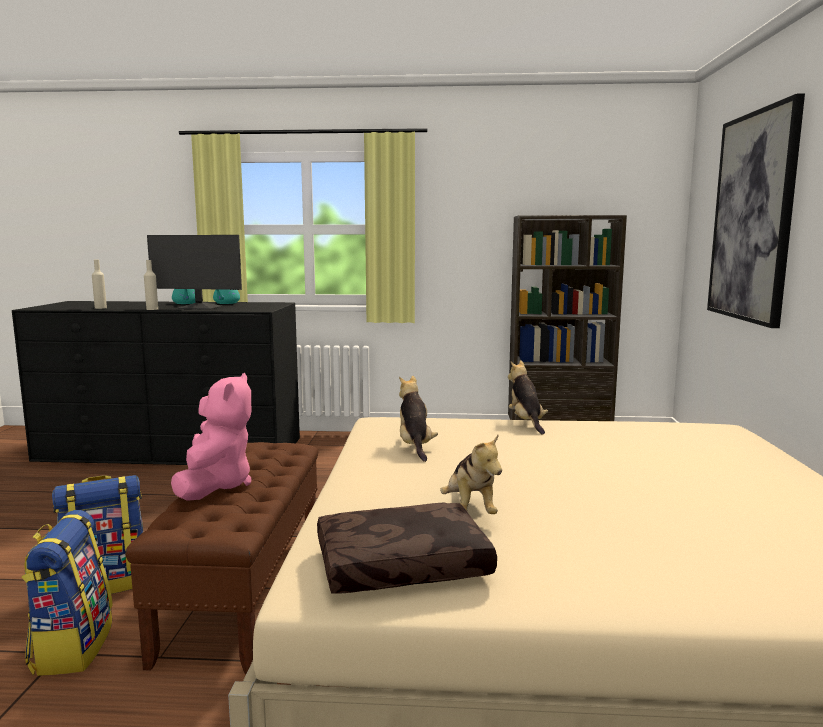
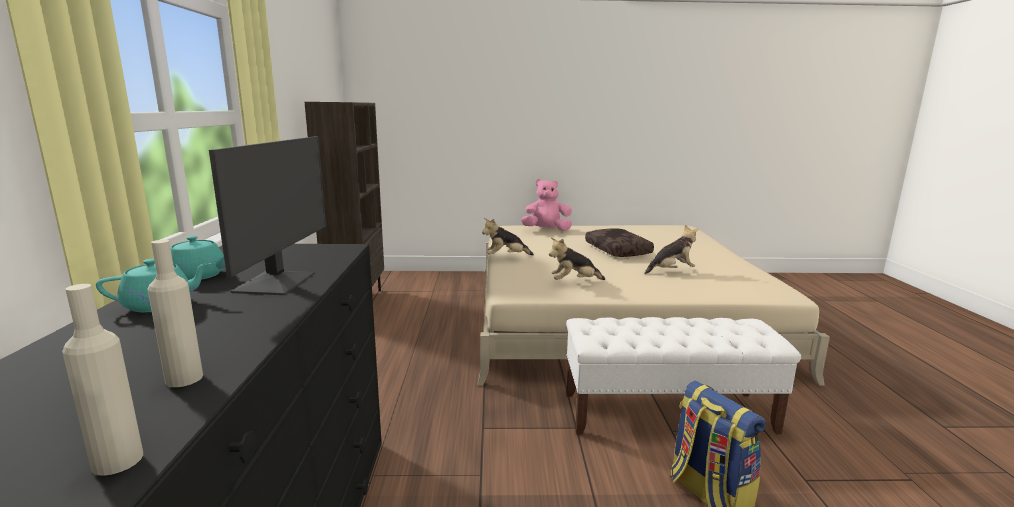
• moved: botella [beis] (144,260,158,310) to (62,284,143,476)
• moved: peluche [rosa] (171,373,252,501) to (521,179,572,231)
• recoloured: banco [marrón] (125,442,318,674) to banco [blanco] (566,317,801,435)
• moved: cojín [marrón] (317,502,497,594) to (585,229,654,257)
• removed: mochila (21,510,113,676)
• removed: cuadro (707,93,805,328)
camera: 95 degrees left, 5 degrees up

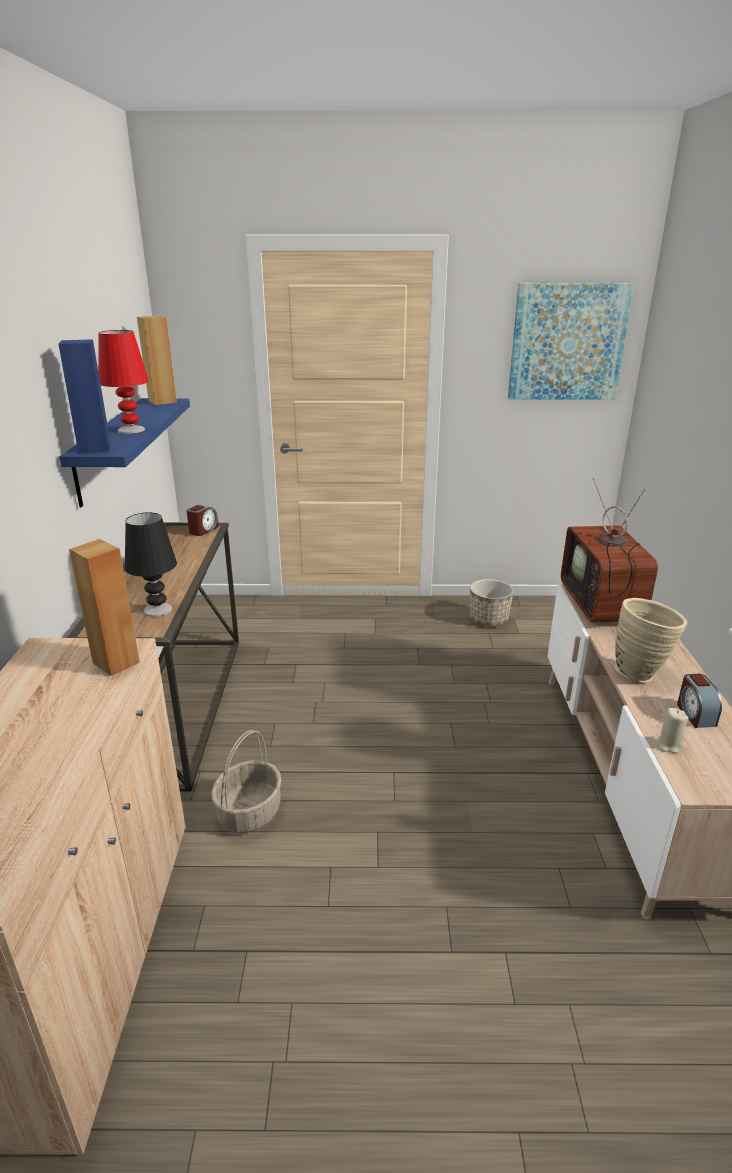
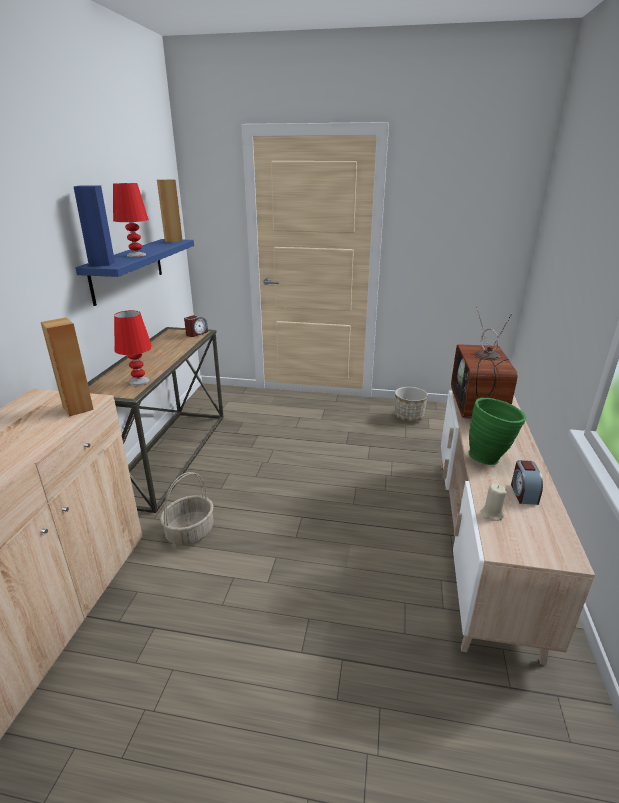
• recoloured: lámpara de mesa [negro] (125,512,177,617) to lámpara de mesa [rojo] (114,310,152,385)
• recoloured: florero [beis] (614,598,687,682) to florero [verde] (468,398,526,465)
• removed: cuadro (508,283,634,400)
camera: 10 degrees right, 0 degrees up

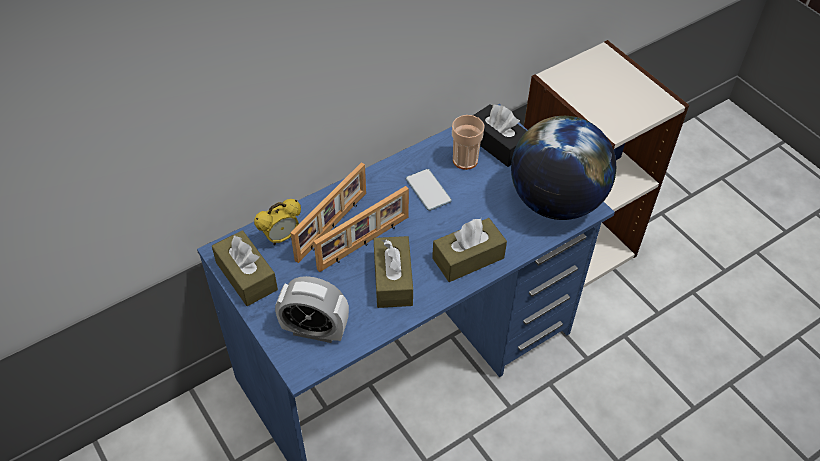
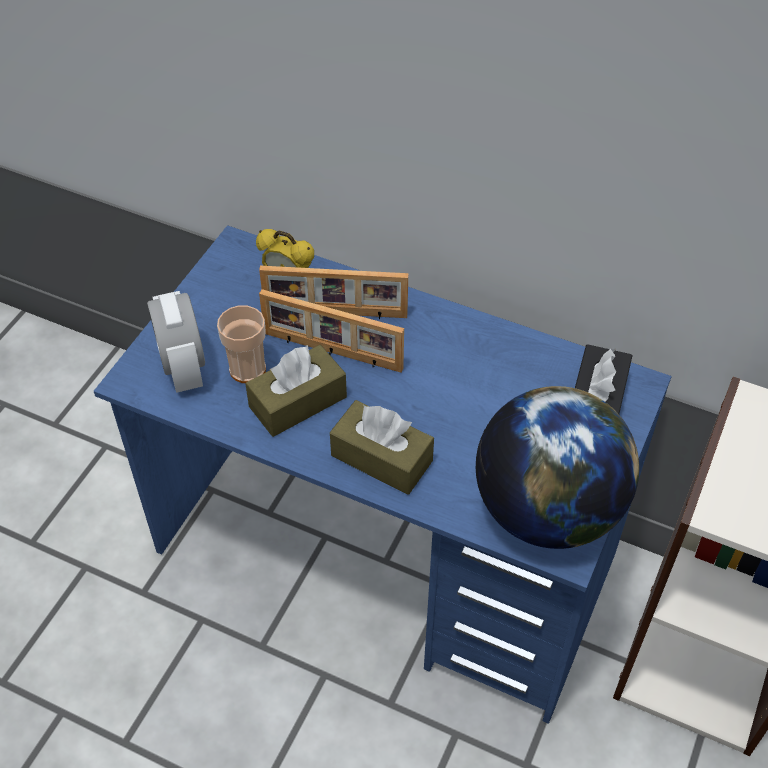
• moved: taza (452,115,485,170) to (217,306,266,383)
• removed: caja de pañuelos [marrón] (212,230,278,306)
• removed: móvil (406,169,452,211)
camera: 60 degrees right, 0 degrees up

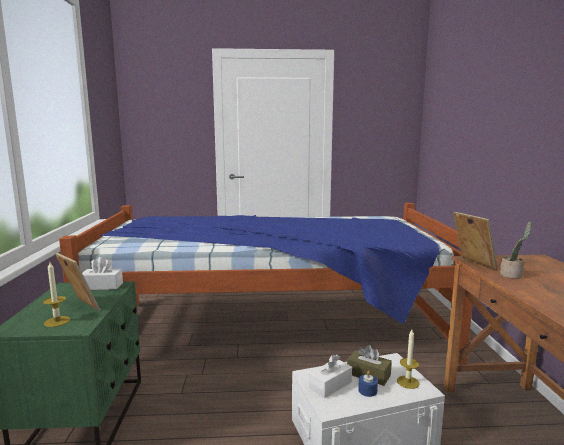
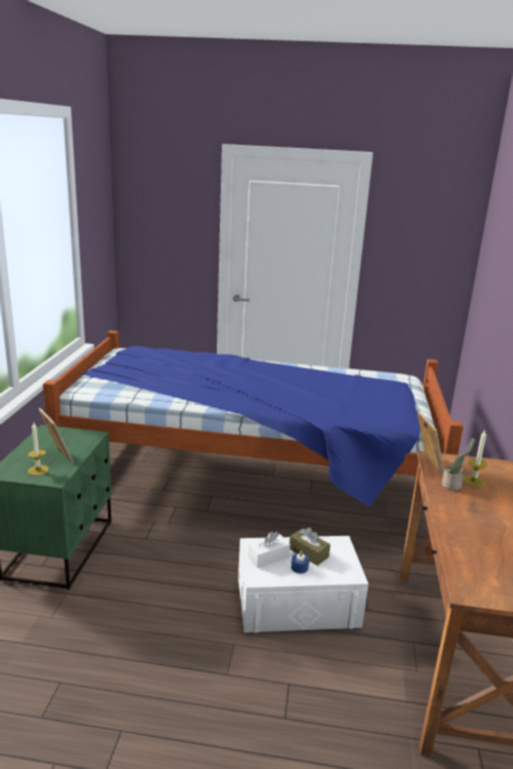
• moved: vela (397,329,420,389) to (463,431,488,487)
• removed: caja de pañuelos [blanco] (82,257,123,290)
camera: 10 degrees right, 10 degrees up

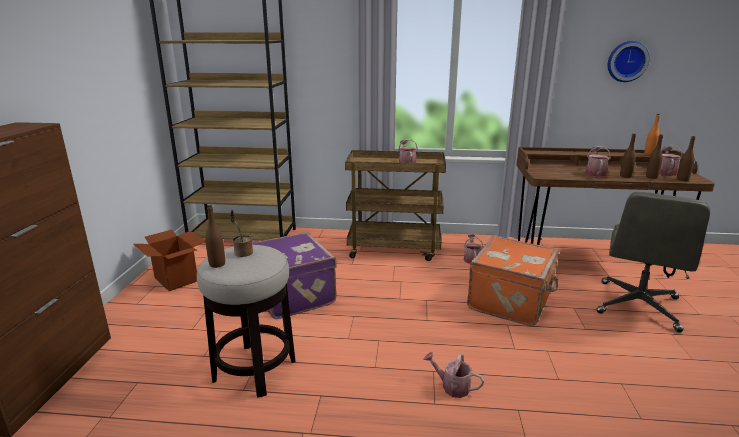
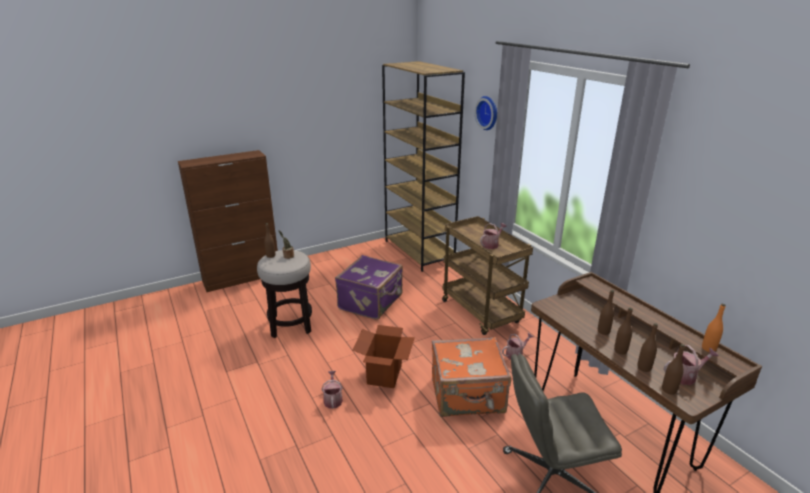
• moved: caja de cartón (133,230,205,291) to (353,325,415,388)
• moved: reloj de pared (608,41,650,82) to (475,96,497,130)
• replaced: regadera (585,146,611,177) to botella [marrón] (598,290,614,335)
camera: 55 degrees right, 5 degrees up

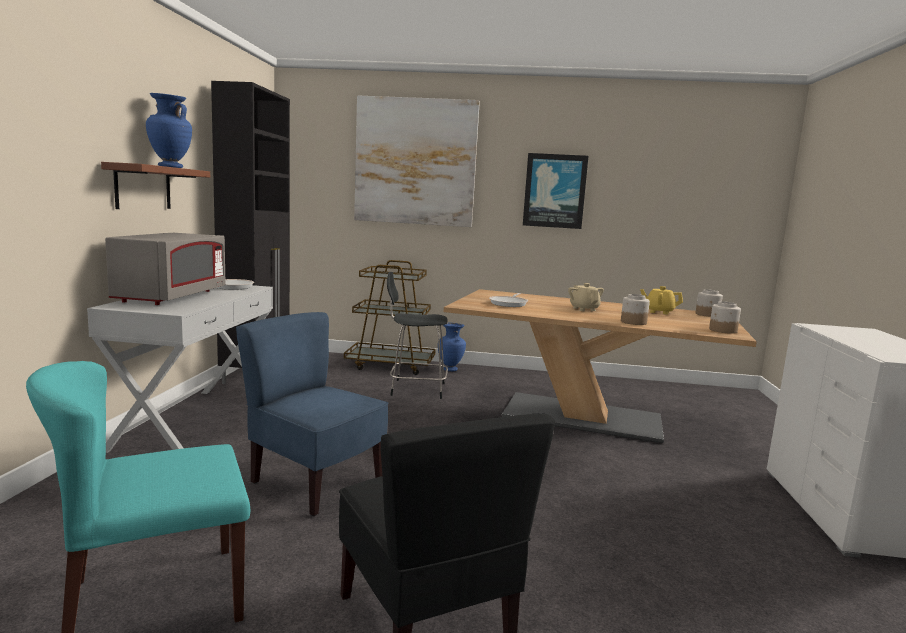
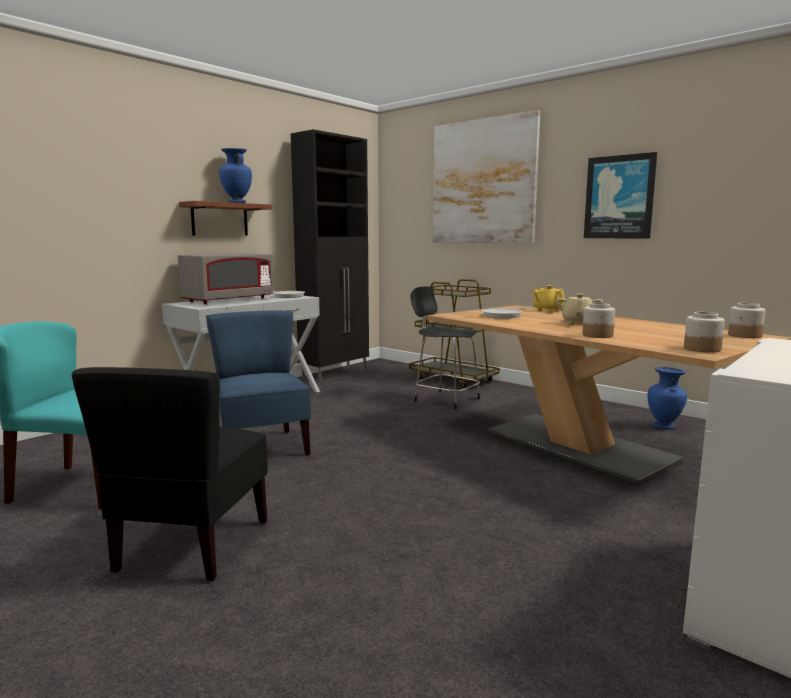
• moved: tetera [amarillo] (640,286,683,315) to (533,285,565,312)
• moved: florero [azul] (438,322,466,371) to (647,367,687,429)
camera: 35 degrees right, 0 degrees up

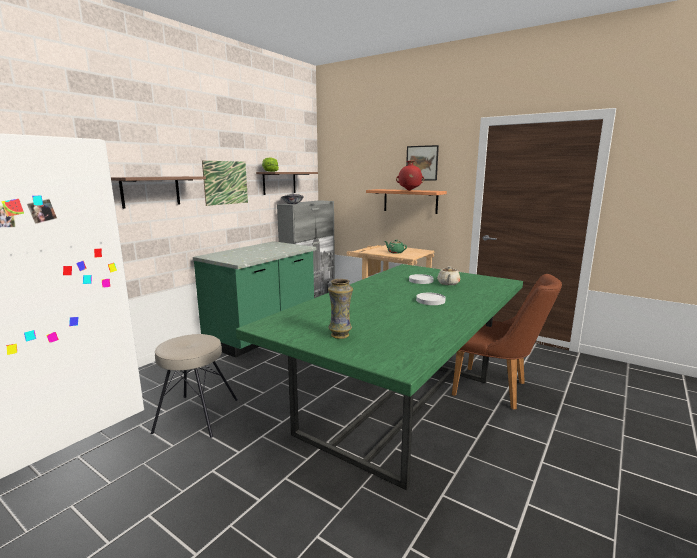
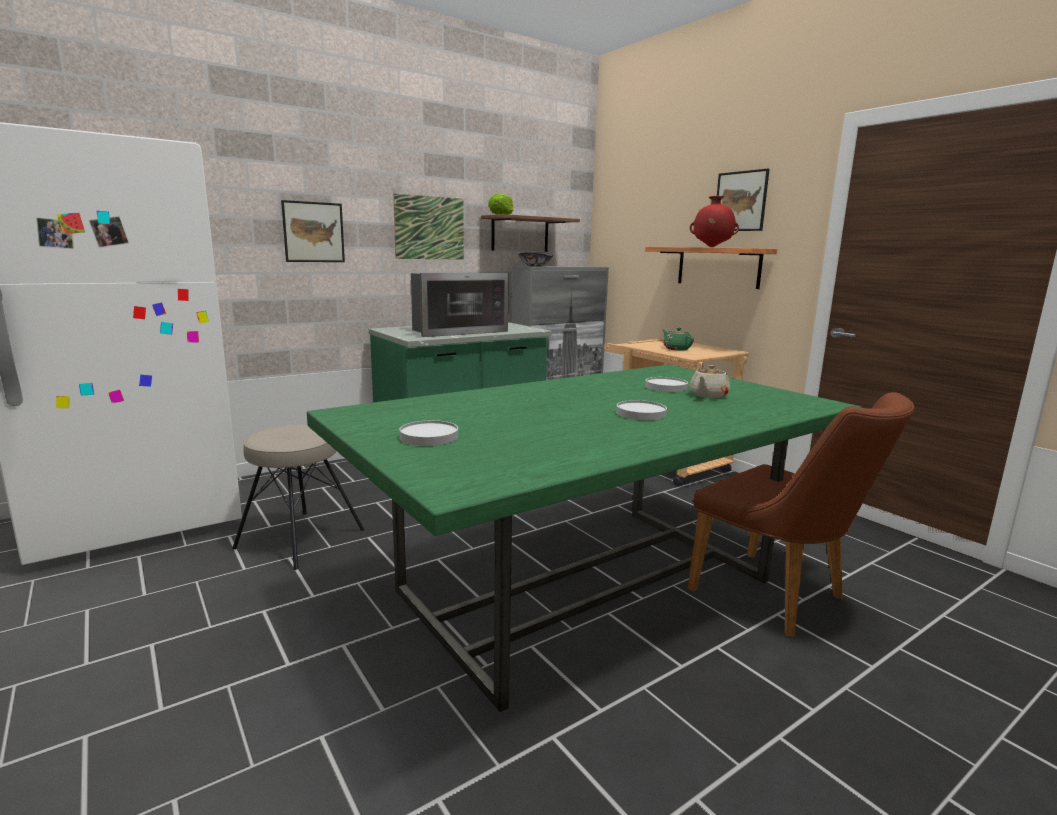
• replaced: estante (111,176,206,209) to cuadro (281,200,345,262)
• replaced: florero (328,279,353,339) to plato [blanco] (399,420,458,446)
• added: microondas (411,273,509,337)
camera: 20 degrees right, 0 degrees up

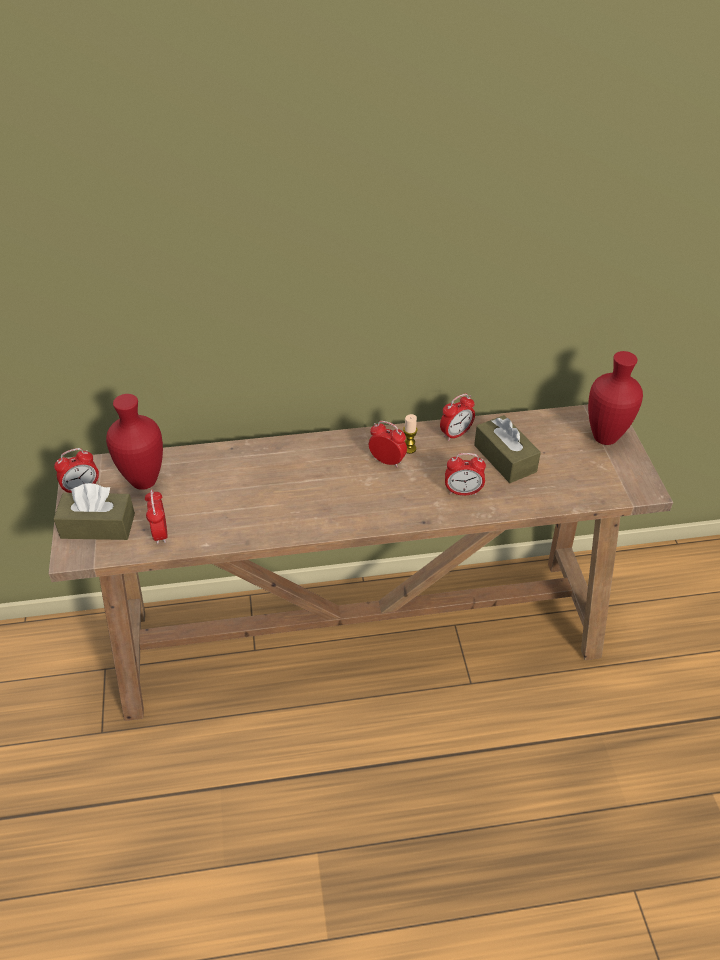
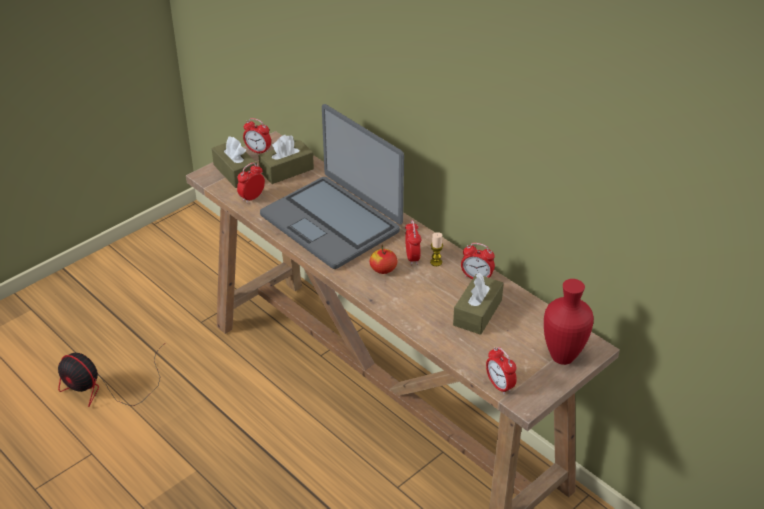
• added: ventilador (58,343,165,407)
• replaced: florero [rojo] (106,394,163,490) to caja de pañuelos [marrón] (258,135,314,184)
• added: portátil (260,104,404,269)
• added: manzana (370,246,398,274)
• moved: despertador (445,453,486,496) to (486,347,517,395)
camera: 55 degrees right, 5 degrees down

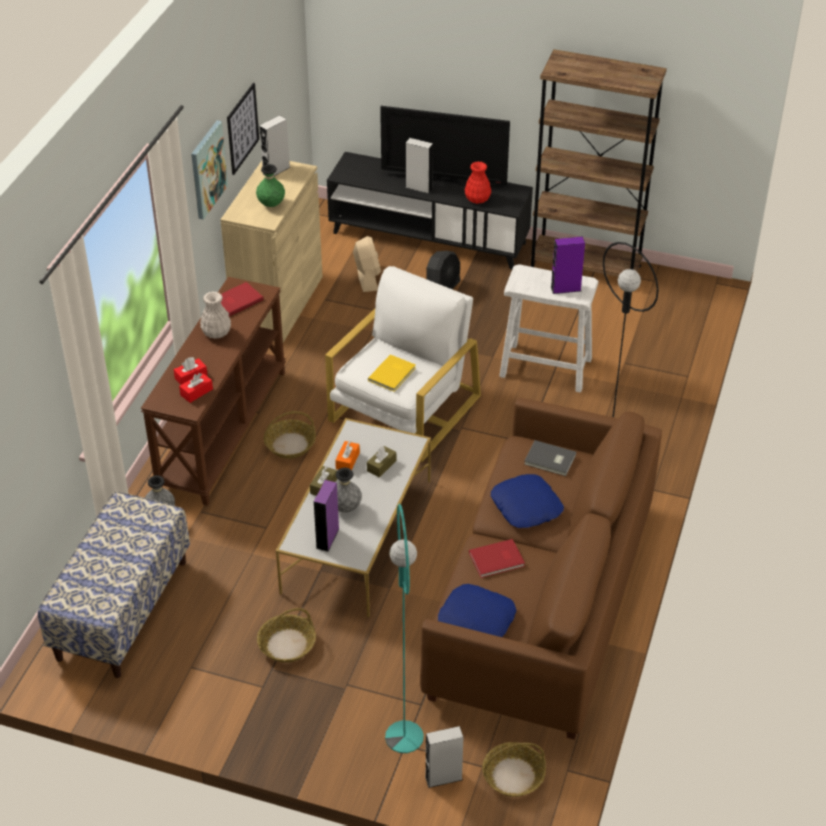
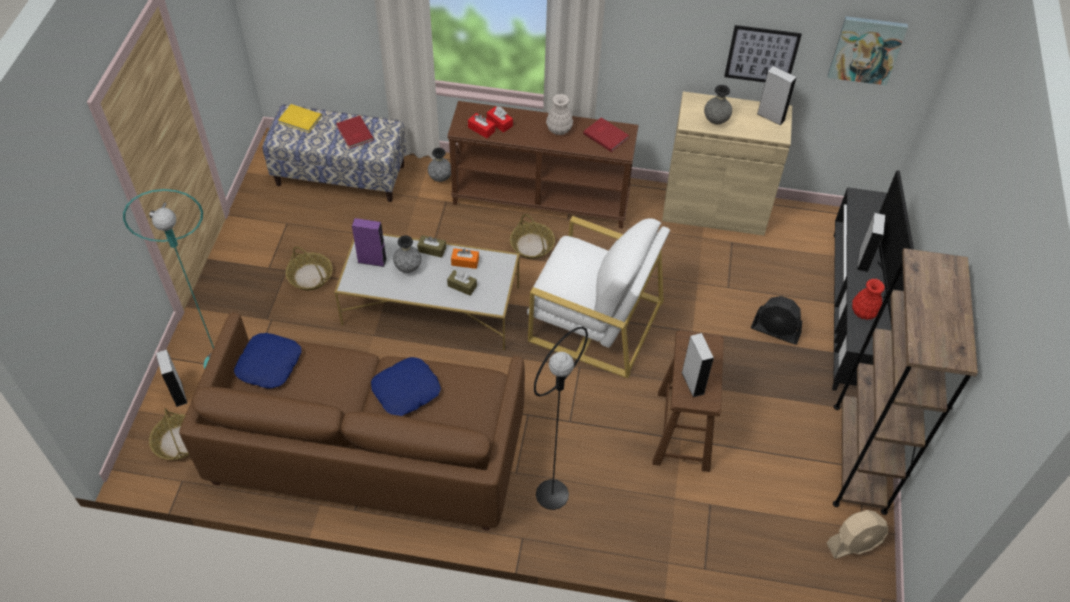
• moved: libro [amarillo] (368,354,416,392) to (278,104,322,133)
• moved: libro [rojo] (469,539,525,578) to (336,116,374,149)
• recoloured: taburete [blanco] (499,264,599,393) to taburete [marrón] (652,330,724,472)
• recoloured: altavoz [morado] (551,236,585,294) to altavoz [gris] (682,333,714,397)
• recoloured: florero [verde] (256,164,285,207) to florero [gris] (704,85,732,124)
• moved: ventilador [beis] (353,236,381,292) to (826,510,888,559)
• moved: cuadro (191,120,228,220) to (828,16,908,86)
• removed: libro [gris] (524,440,576,476)
camera: 80 degrees right, 10 degrees up

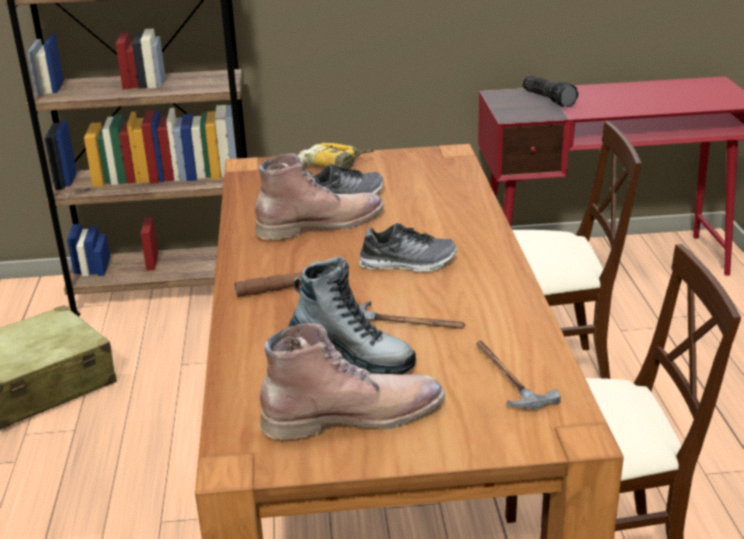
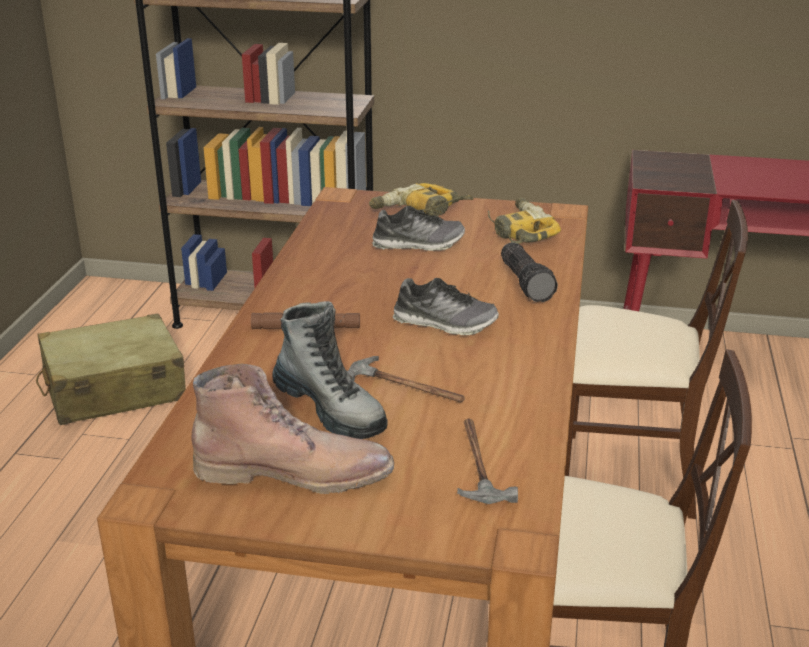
• added: taladro (488,198,561,244)
• moved: linterna (523,75,579,107) to (501,242,558,302)
• removed: bota [marrón] (255,153,384,240)
camera: 15 degrees right, 0 degrees up

